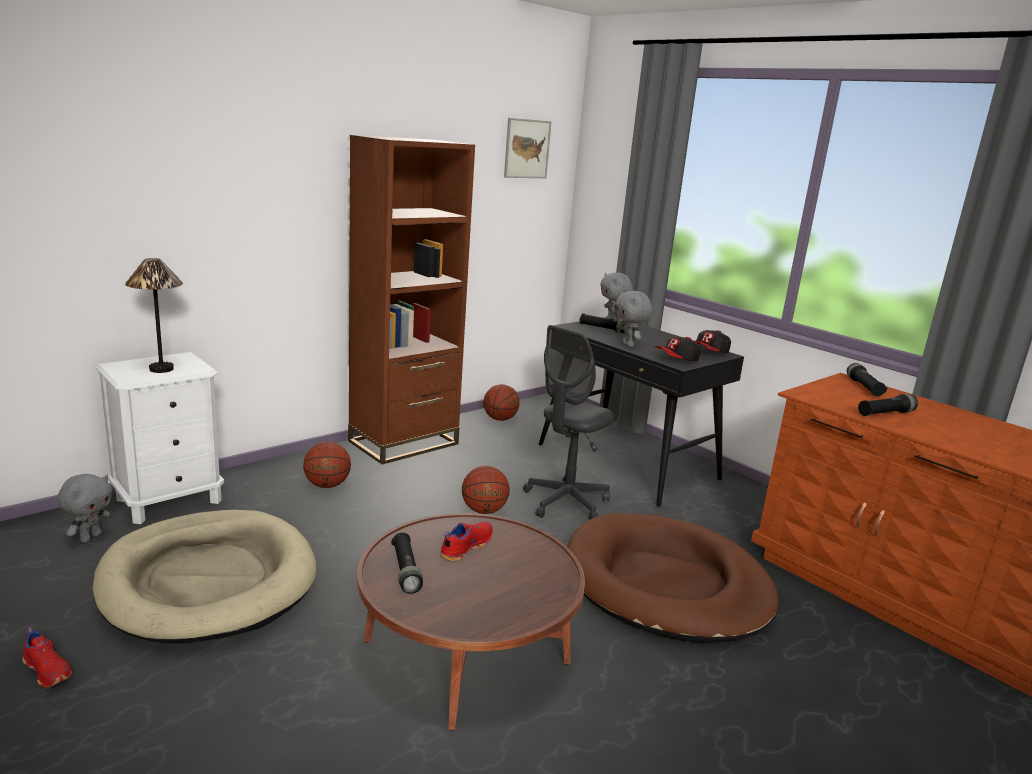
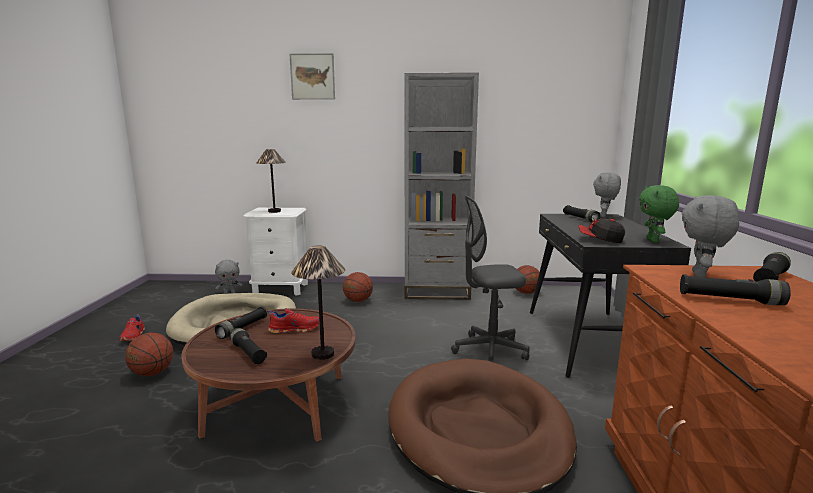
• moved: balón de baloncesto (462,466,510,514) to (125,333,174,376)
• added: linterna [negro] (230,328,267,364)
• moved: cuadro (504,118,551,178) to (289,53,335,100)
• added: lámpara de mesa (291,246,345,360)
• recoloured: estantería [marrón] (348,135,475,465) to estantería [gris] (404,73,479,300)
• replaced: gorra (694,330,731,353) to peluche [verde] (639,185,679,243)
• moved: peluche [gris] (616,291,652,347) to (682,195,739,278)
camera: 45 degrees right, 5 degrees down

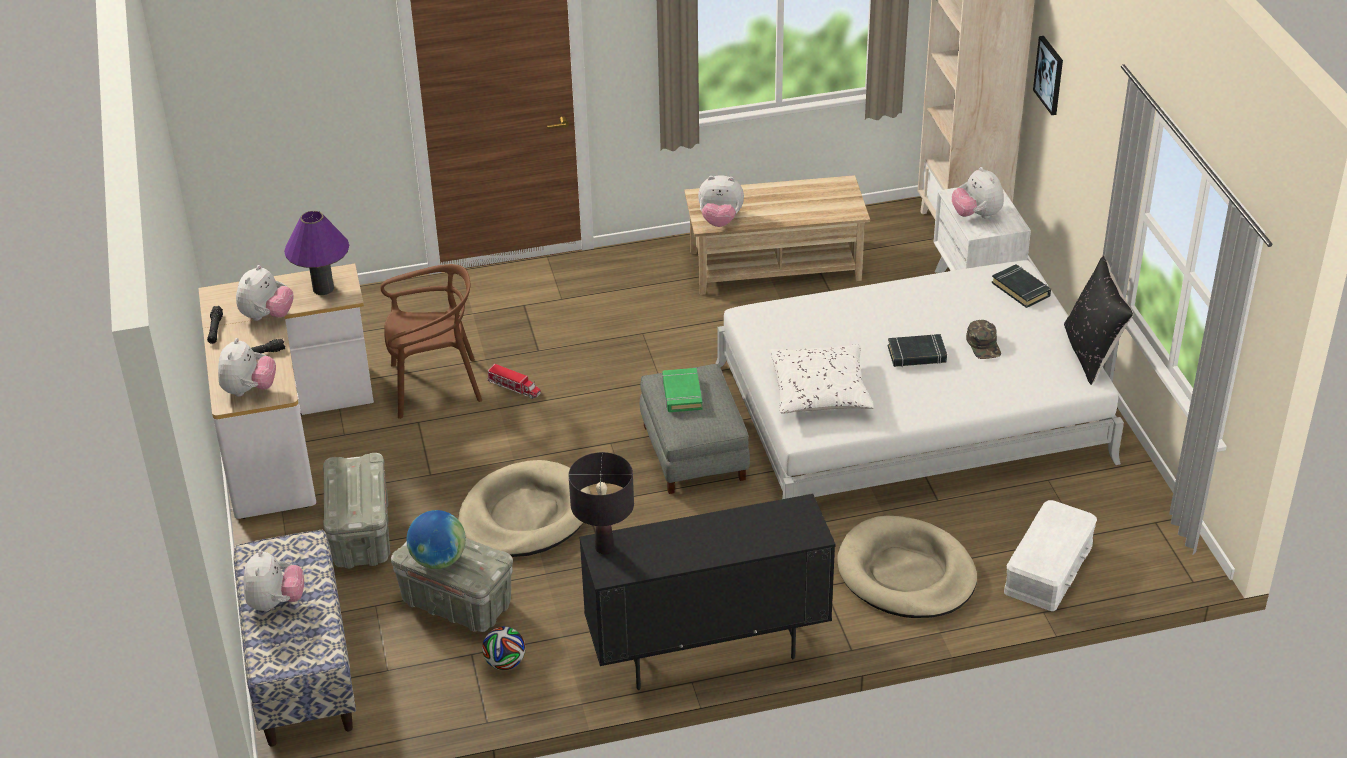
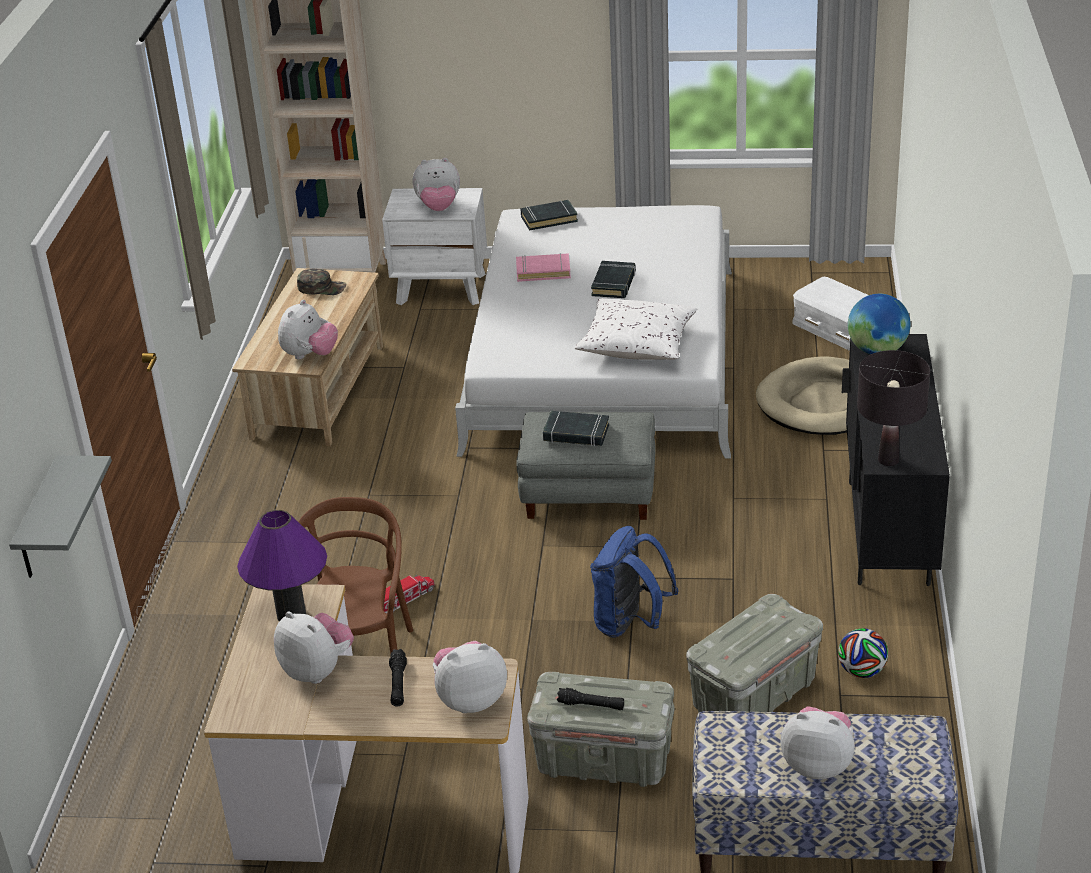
• added: estante [gris] (9,456,112,578)
• moved: gorra [verde] (966,320,1001,359) to (297,268,346,295)
• turned: peluche (218,338,276,396) = (433,641,507,713) 45 degrees counterclockwise
• added: libro [rosa] (516,253,571,282)
• recoloured: libro [verde] (662,368,703,412) to libro [negro] (543,411,609,446)
• moved: linterna [negro] (207,306,223,344) to (557,688,624,710)
• replaced: cama para perro [beis] (458,460,591,557) to mochila [azul] (590,526,679,638)
• moved: globo terráqueo (406,510,466,569) to (848,294,910,354)
• removed: cuadro (1033,36,1063,115)
• removed: cojín [negro] (1064,256,1133,385)
camera: 70 degrees left, 5 degrees down

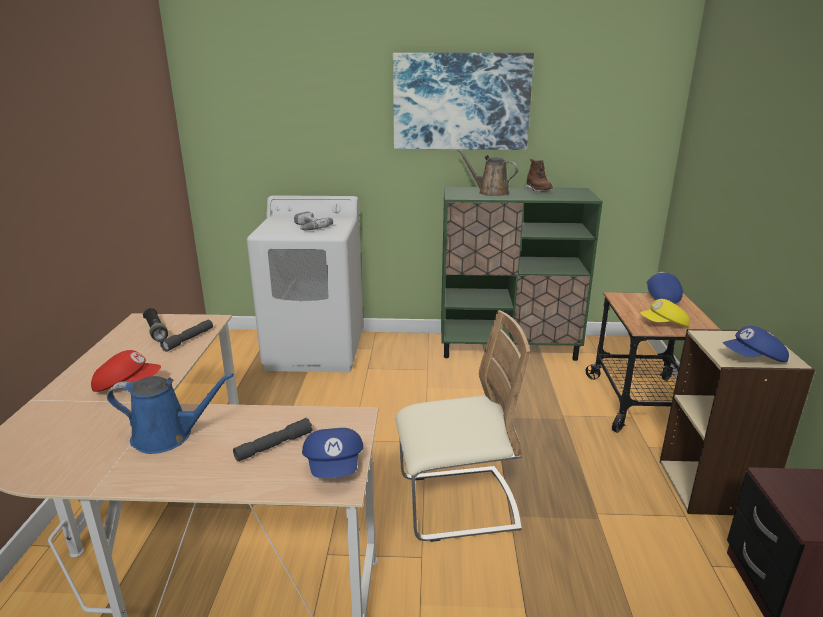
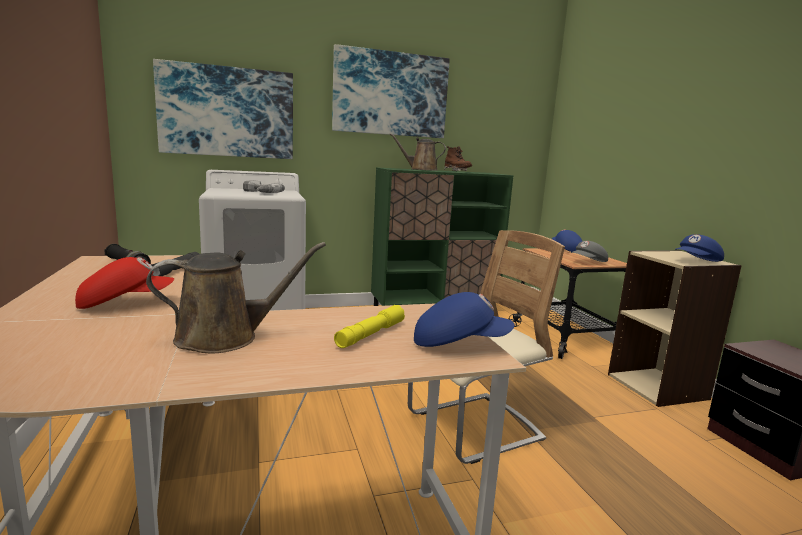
• recoloured: regadera [azul] (107,373,234,454) to regadera [marrón] (146,242,326,353)
• added: cuadro (153,59,293,159)
• recoloured: linterna [gris] (233,418,313,461) to linterna [amarillo] (334,305,405,348)
• turned: gorra [azul] (302,428,364,478) = (414,292,515,347) 60 degrees counterclockwise
• recoloured: gorra [amarillo] (640,299,690,327) to gorra [gris] (571,241,608,262)
camera: 20 degrees left, 10 degrees down

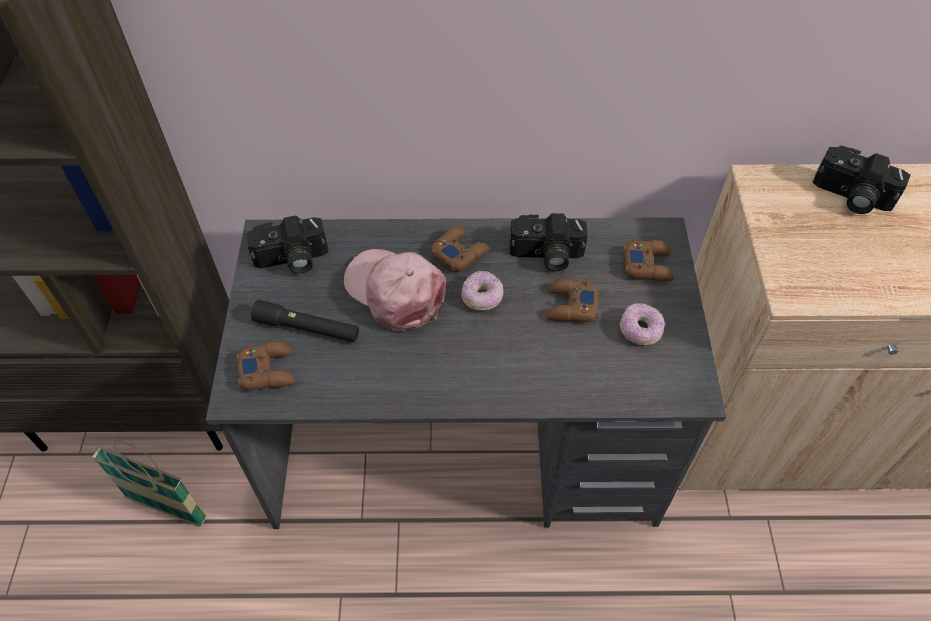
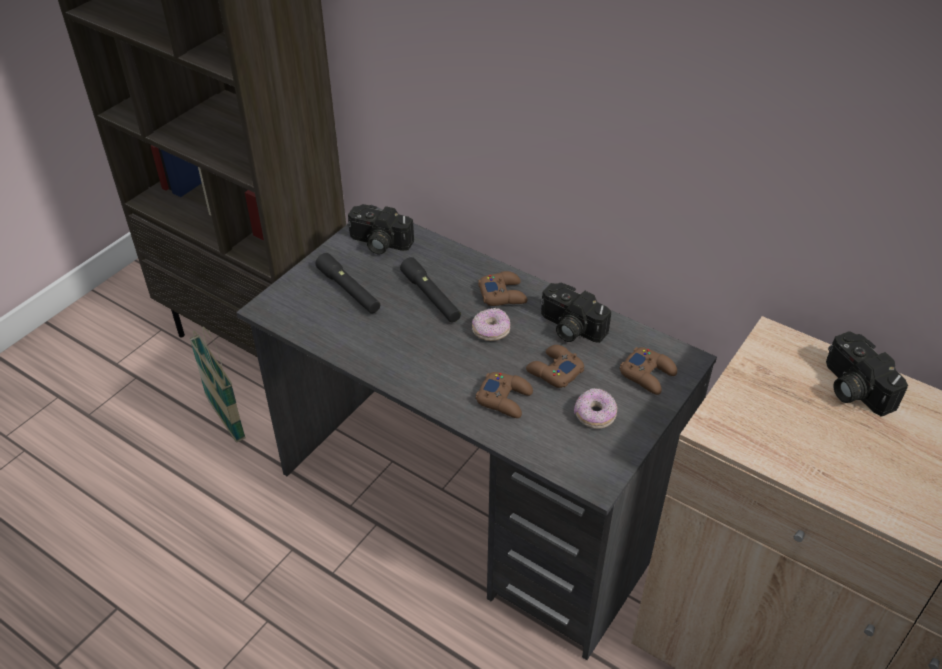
• replaced: gorra [rosa] (344,249,446,331) to linterna [negro] (400,257,461,322)
• moved: mando de consola [marrón] (237,341,295,390) to (476,372,533,418)
camera: 35 degrees right, 10 degrees down

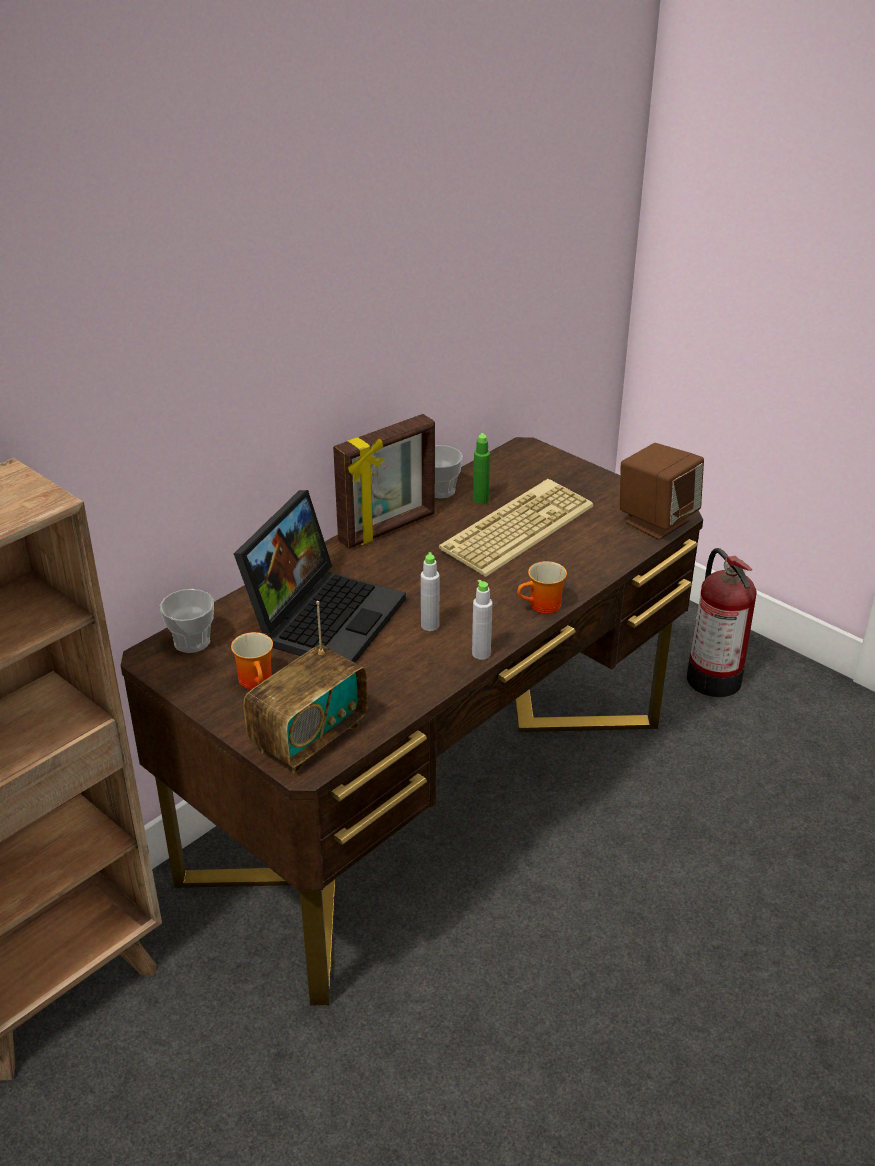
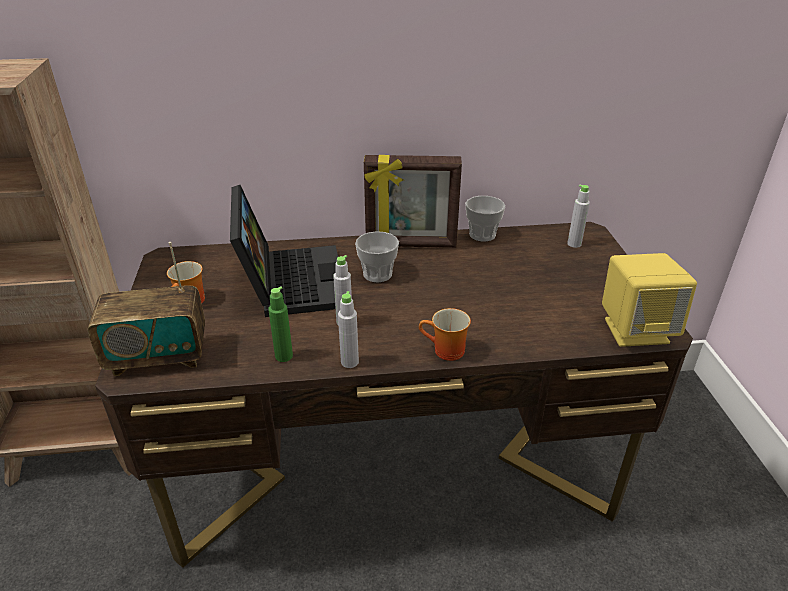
• turned: portátil (234,490,406,663) = (230,185,338,317) 75 degrees counterclockwise
• moved: botella [verde] (473,433,490,504) to (268,286,293,362)
• moved: taza (160,589,214,653) to (355,231,399,283)
• added: botella [gris] (567,185,590,248)
• recoloured: altavoz [marrón] (620,443,704,540) to altavoz [amarillo] (602,253,697,347)
• removed: teclado (439,479,593,577)
• removed: extintor (687,548,757,697)
camera: 40 degrees right, 0 degrees up

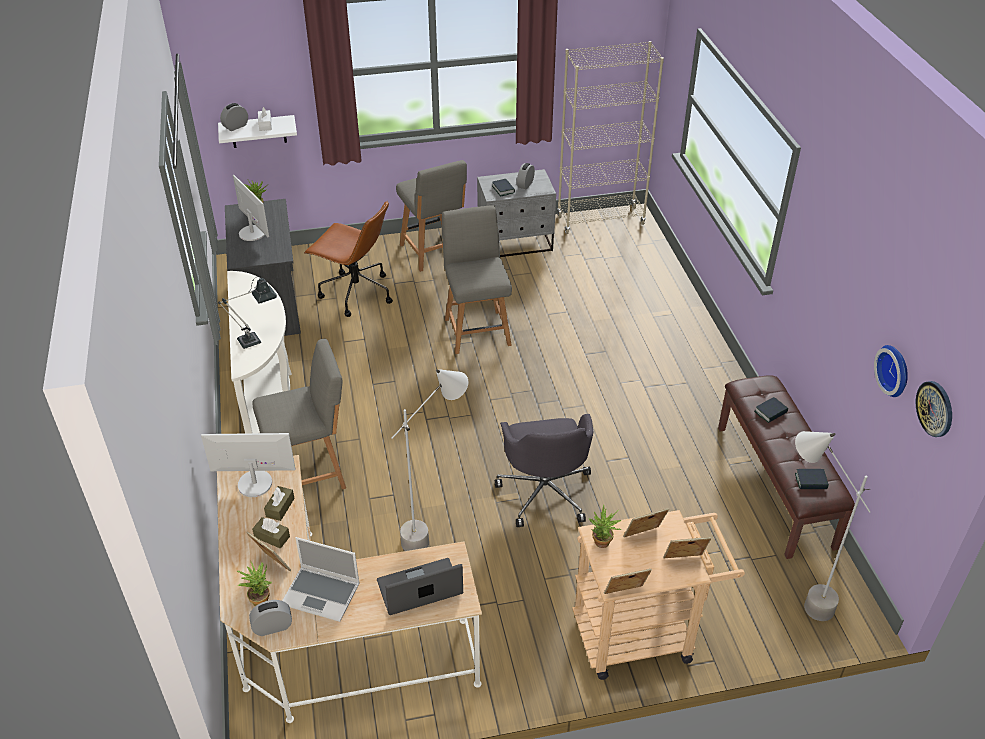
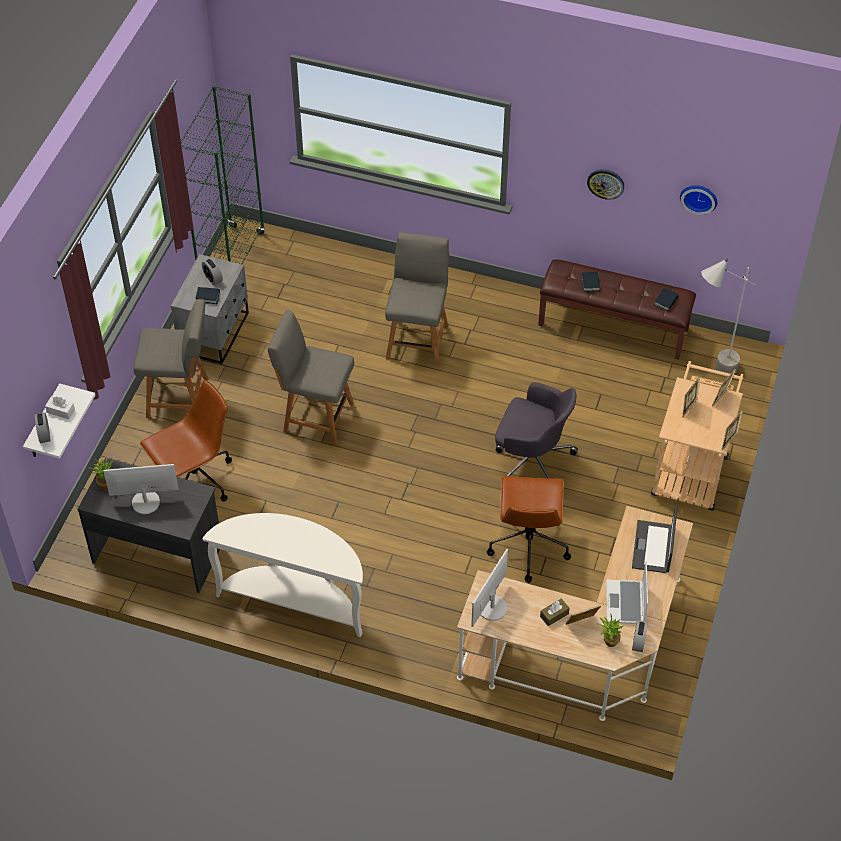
• recoloured: estantería [beis] (557,41,664,234) to estantería [verde] (181,85,265,264)
• moved: silla [gris] (252,339,346,489) to (385,232,449,366)
• replaced: lámpara de pie [gris] (392,369,468,551) to silla de oficina [marrón] (487,476,571,583)
• moved: reloj de pared (916,381,952,437) to (587,169,624,200)
• turned: portátil (282,537,360,622) = (606,561,648,624) 135 degrees clockwise
• removed: lámpara de mesa (218,276,277,349)
• removed: caja de pañuelos [marrón] (264,486,295,521)
• removed: planta en maceta (589,505,621,548)
camera: 60 degrees left, 10 degrees up

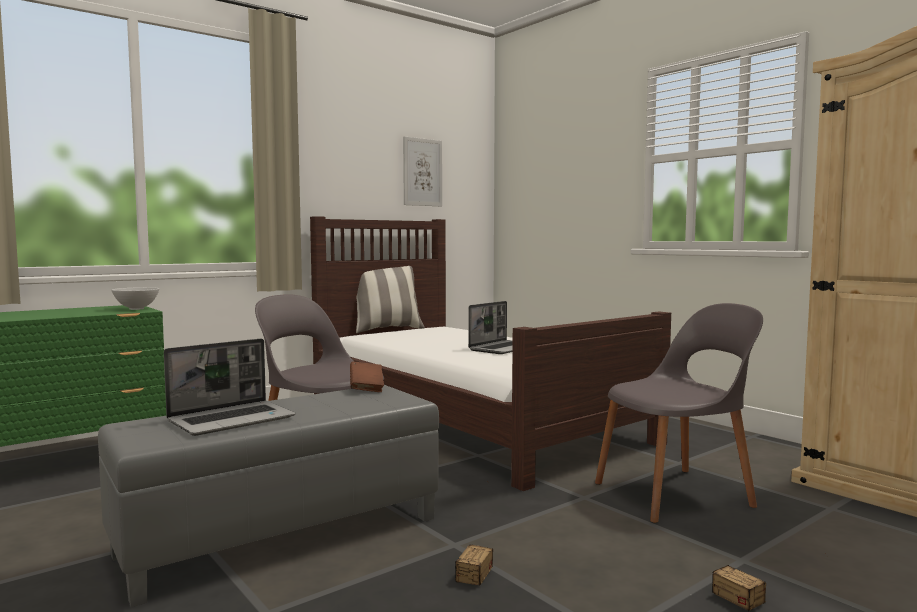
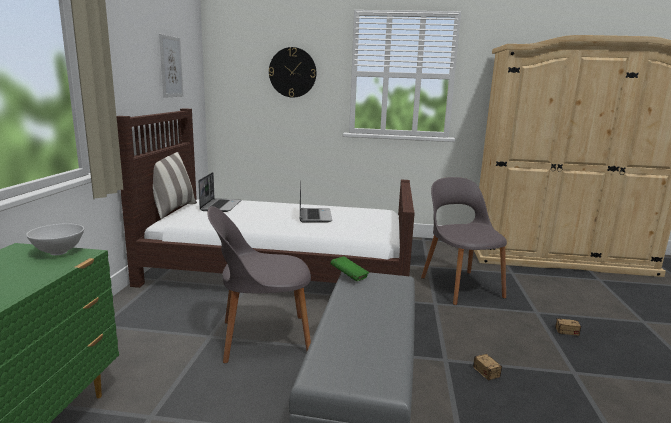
• moved: portátil (164,339,296,436) to (198,172,241,212)
• added: reloj de pared (269,47,316,98)
• recoloured: libro [marrón] (350,362,384,392) to libro [verde] (330,256,369,281)
• turned: silla [gris] (595,303,763,523) = (421,177,507,305) 45 degrees counterclockwise
camera: 45 degrees left, 10 degrees up

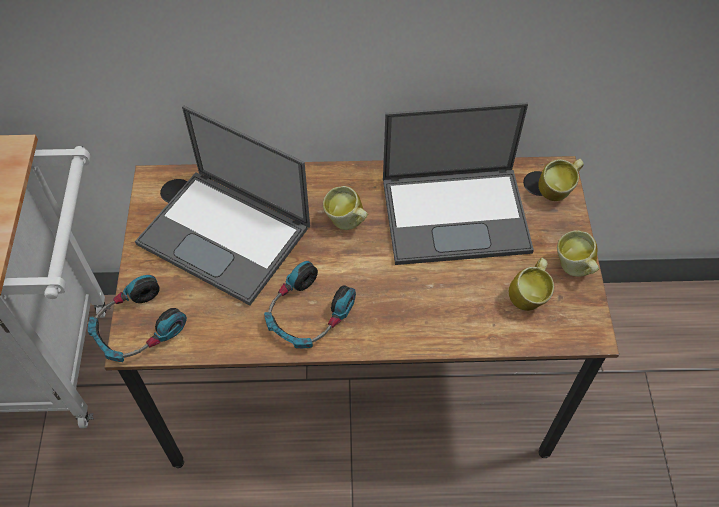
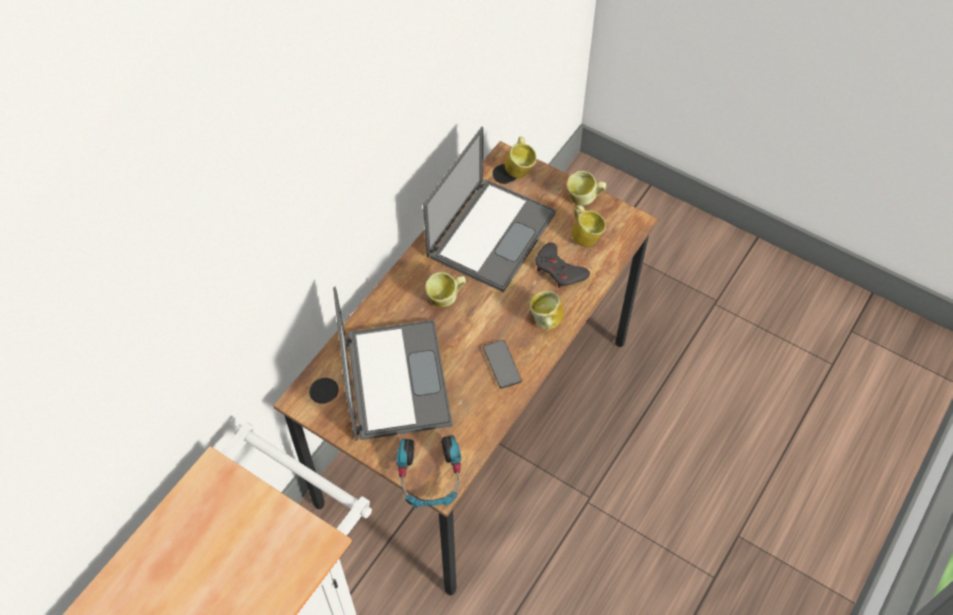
• turned: portátil (135,105,310,305) = (333,286,452,441) 75 degrees counterclockwise
• replaced: auriculares (264,261,356,348) to móvil (483,340,522,389)
• added: taza grande (530,290,564,329)
• added: mando de consola [gris] (535,242,590,288)
camera: 55 degrees left, 0 degrees up

